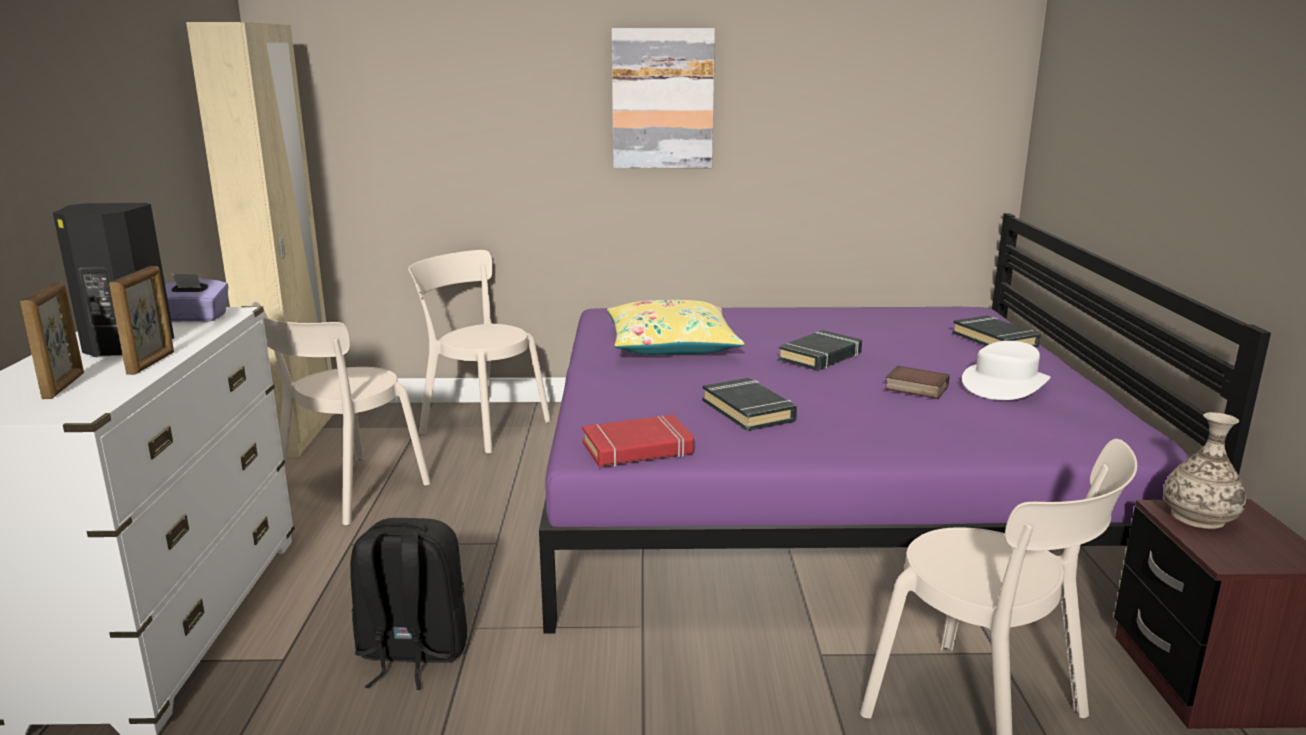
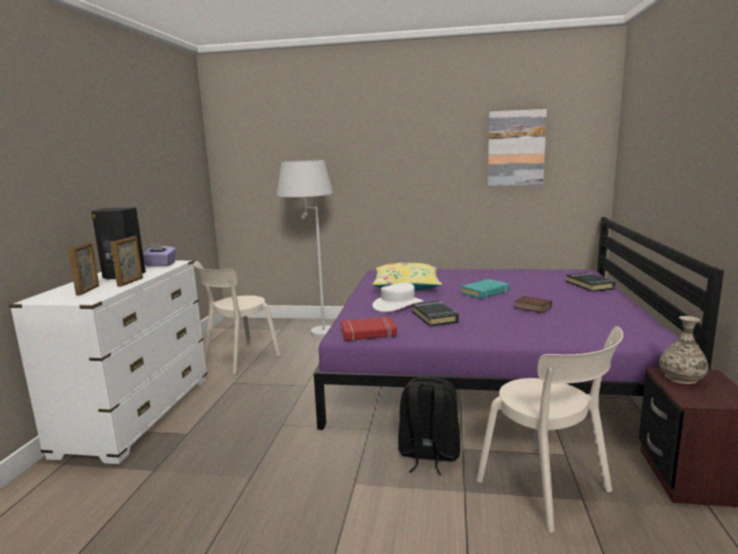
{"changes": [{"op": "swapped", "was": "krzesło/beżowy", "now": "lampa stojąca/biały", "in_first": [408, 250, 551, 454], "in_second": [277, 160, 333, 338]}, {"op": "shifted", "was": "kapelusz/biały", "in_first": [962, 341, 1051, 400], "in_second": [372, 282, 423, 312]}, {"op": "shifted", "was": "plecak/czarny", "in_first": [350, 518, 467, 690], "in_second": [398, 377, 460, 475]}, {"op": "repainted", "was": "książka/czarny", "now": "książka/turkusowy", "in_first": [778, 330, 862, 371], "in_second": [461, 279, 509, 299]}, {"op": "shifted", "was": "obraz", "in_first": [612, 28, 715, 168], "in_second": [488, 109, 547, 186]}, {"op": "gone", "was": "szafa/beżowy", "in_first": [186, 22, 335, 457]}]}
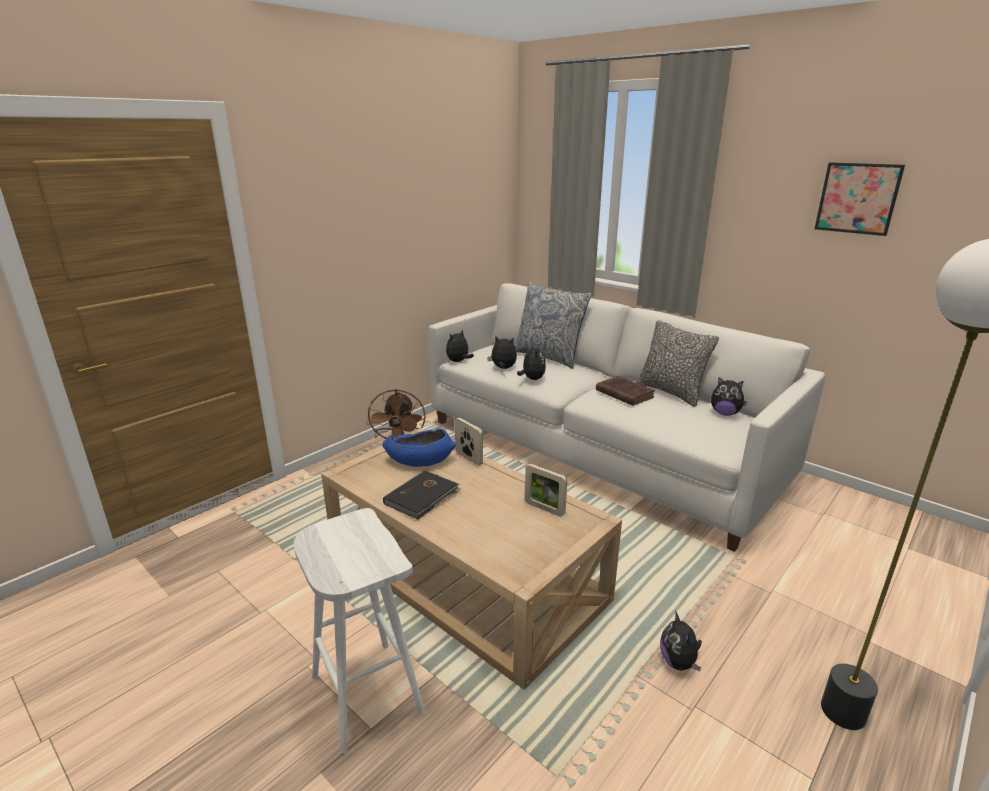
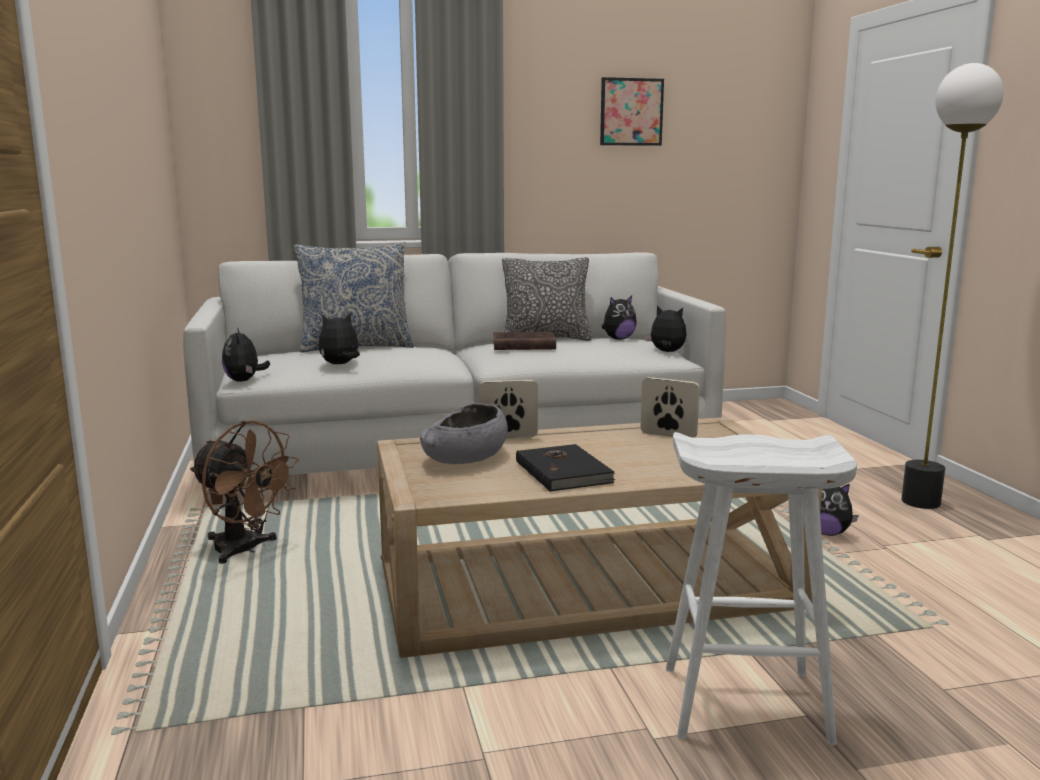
{"changes": [{"op": "repainted", "was": "miska/niebieski", "now": "miska/szary", "in_first": [382, 429, 456, 467], "in_second": [420, 403, 508, 464]}, {"op": "rotated", "was": "ramka na zdjęcie", "in_first": [525, 464, 567, 517], "in_second": [641, 377, 700, 438], "clockwise": -135}, {"op": "shifted", "was": "pluszak", "in_first": [517, 344, 546, 380], "in_second": [645, 306, 687, 352]}]}
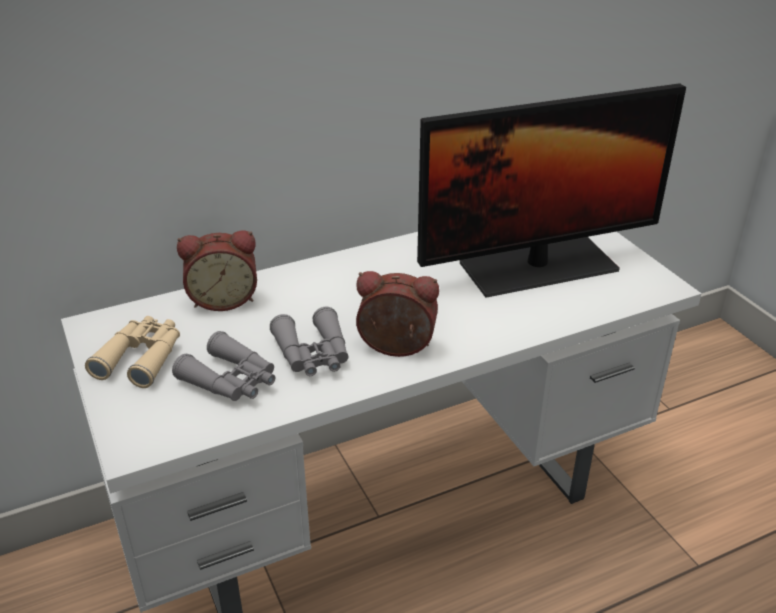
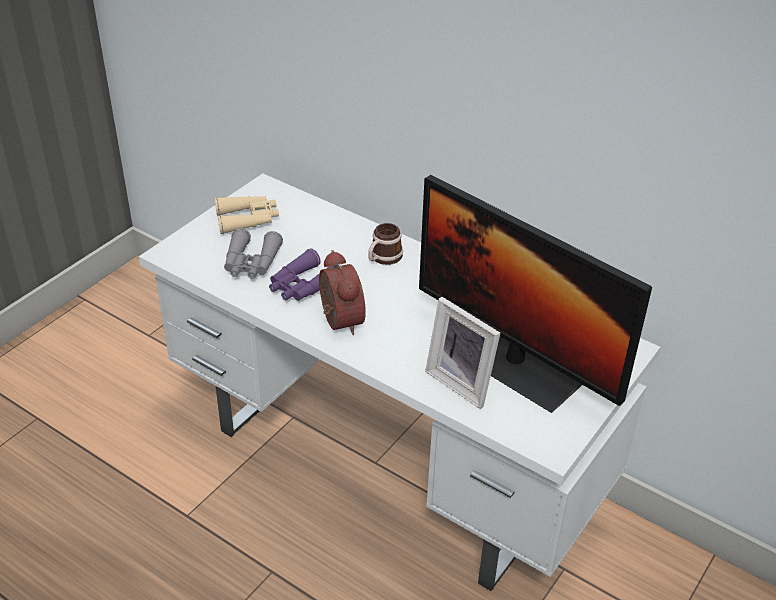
{"changes": [{"op": "repainted", "was": "lornetka/szary", "now": "lornetka/fioletowy", "in_first": [270, 307, 349, 376], "in_second": [269, 248, 339, 301]}, {"op": "new", "now": "kubek", "in_second": [368, 223, 403, 265]}, {"op": "new", "now": "ramka na zdjęcie", "in_second": [425, 297, 500, 409]}, {"op": "gone", "was": "budzik", "in_first": [177, 230, 257, 311]}]}
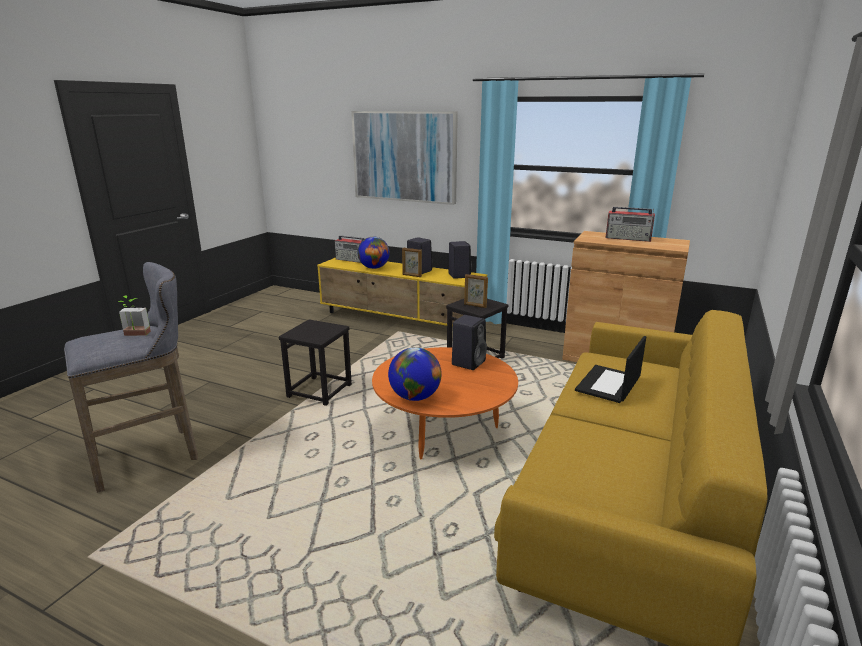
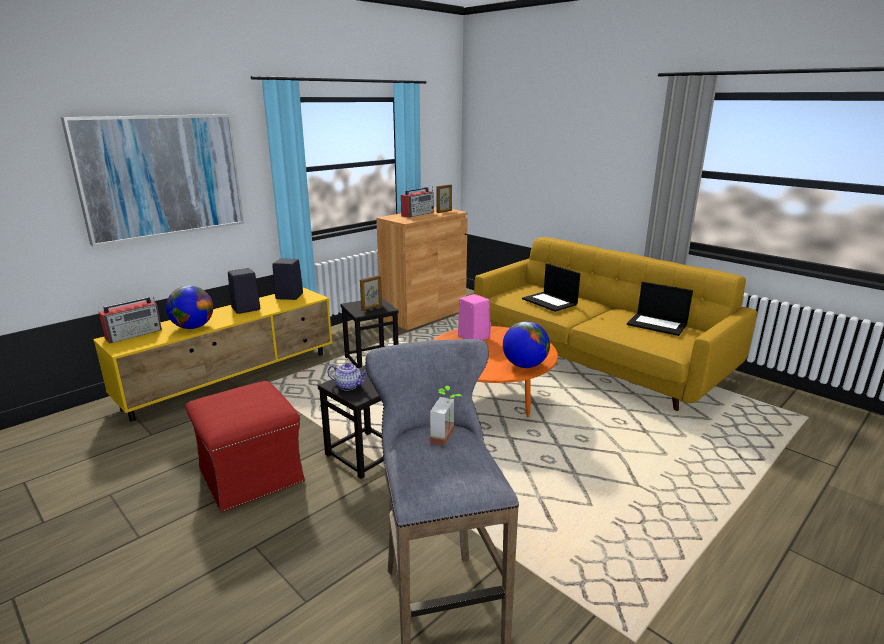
{"changes": [{"op": "new", "now": "pufa/czerwony", "in_second": [185, 381, 305, 513]}, {"op": "new", "now": "imbryk", "in_second": [327, 363, 367, 391]}, {"op": "shifted", "was": "ramka na zdjęcie", "in_first": [402, 248, 422, 277], "in_second": [436, 184, 452, 213]}, {"op": "repainted", "was": "głośnik/czarny", "now": "głośnik/różowy", "in_first": [452, 315, 487, 370], "in_second": [458, 294, 491, 340]}, {"op": "new", "now": "laptop", "in_second": [627, 282, 693, 336]}]}
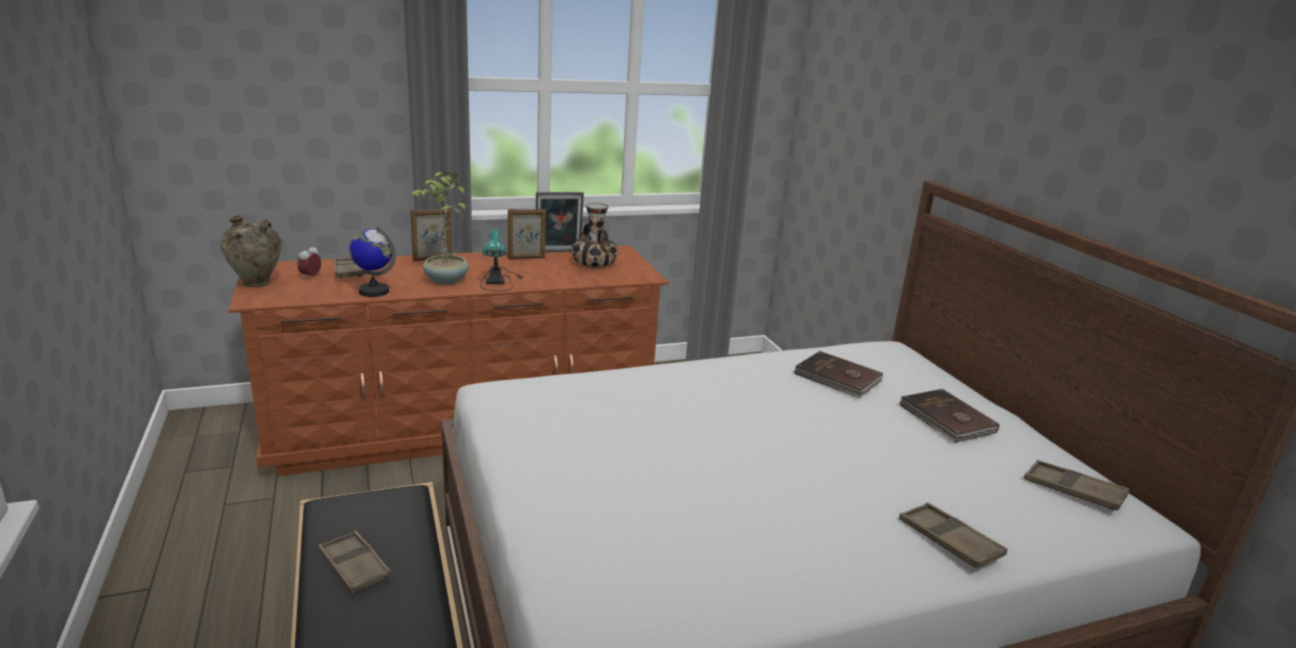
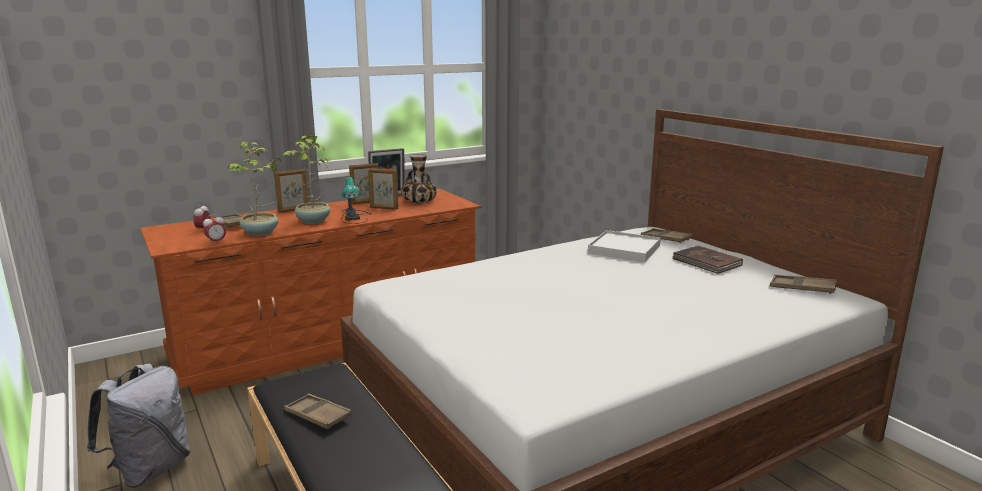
{"changes": [{"op": "new", "now": "plecak/szary", "in_second": [87, 364, 191, 488]}, {"op": "new", "now": "budzik", "in_second": [203, 214, 226, 244]}, {"op": "swapped", "was": "globus", "now": "roślina doniczkowa", "in_first": [349, 226, 396, 297], "in_second": [228, 142, 281, 236]}, {"op": "new", "now": "ramka na zdjęcie", "in_second": [368, 168, 399, 210]}, {"op": "swapped", "was": "książka/brązowy", "now": "taca/biały", "in_first": [794, 351, 883, 398], "in_second": [588, 230, 661, 262]}, {"op": "shifted", "was": "taca/brązowy", "in_first": [899, 502, 1007, 568], "in_second": [641, 228, 693, 243]}, {"op": "gone", "was": "wazon/beżowy", "in_first": [220, 215, 281, 287]}]}
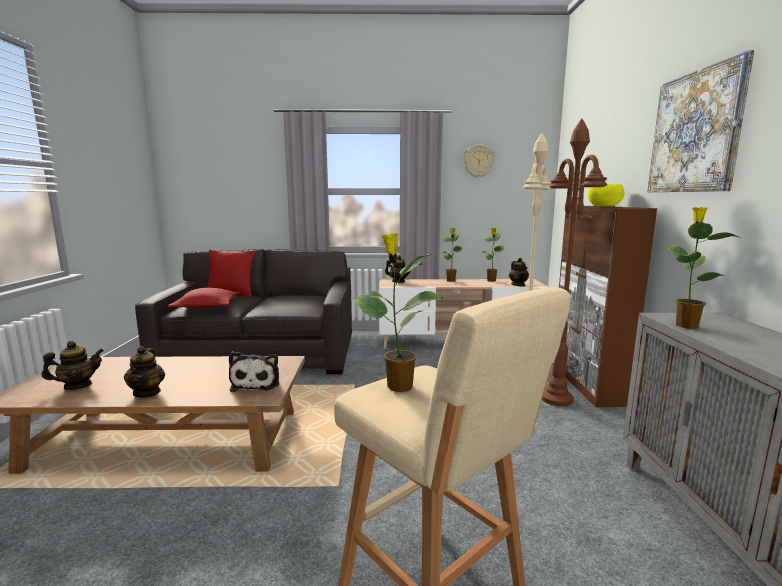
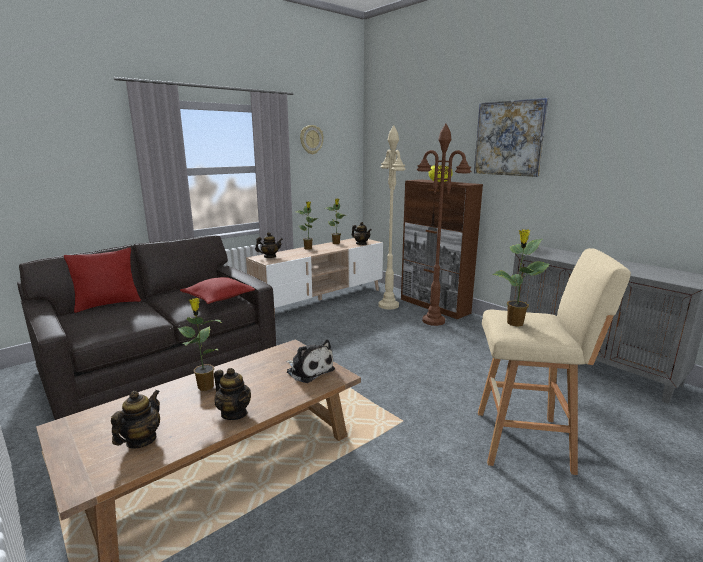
{"changes": [{"op": "shifted", "was": "roślina doniczkowa", "in_first": [665, 207, 742, 329], "in_second": [178, 298, 222, 391]}, {"op": "shifted", "was": "poduszka/czerwony", "in_first": [168, 288, 240, 309], "in_second": [180, 277, 255, 304]}]}
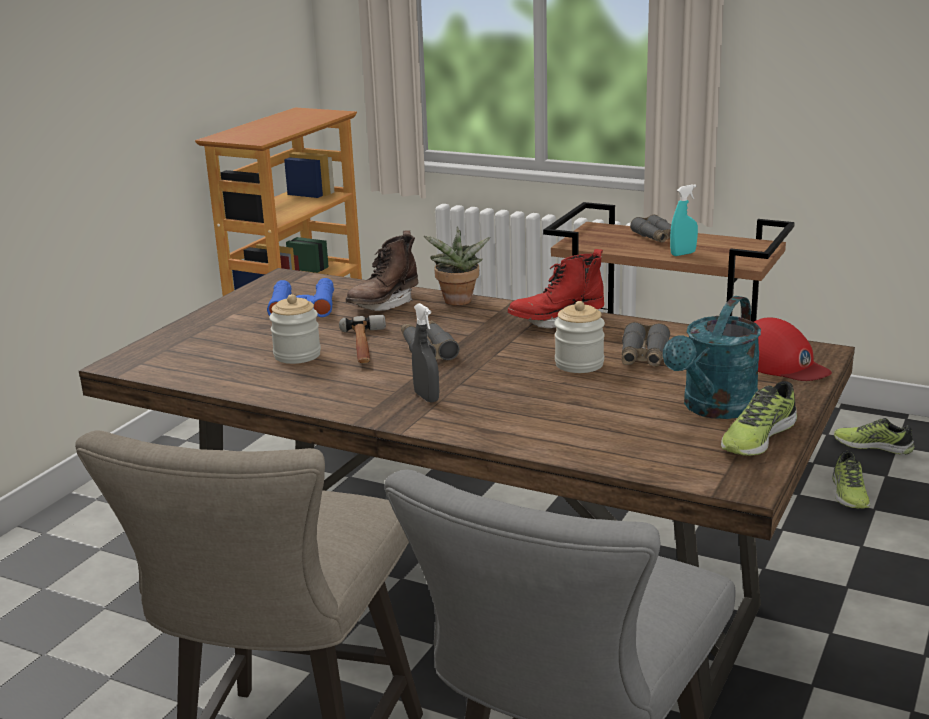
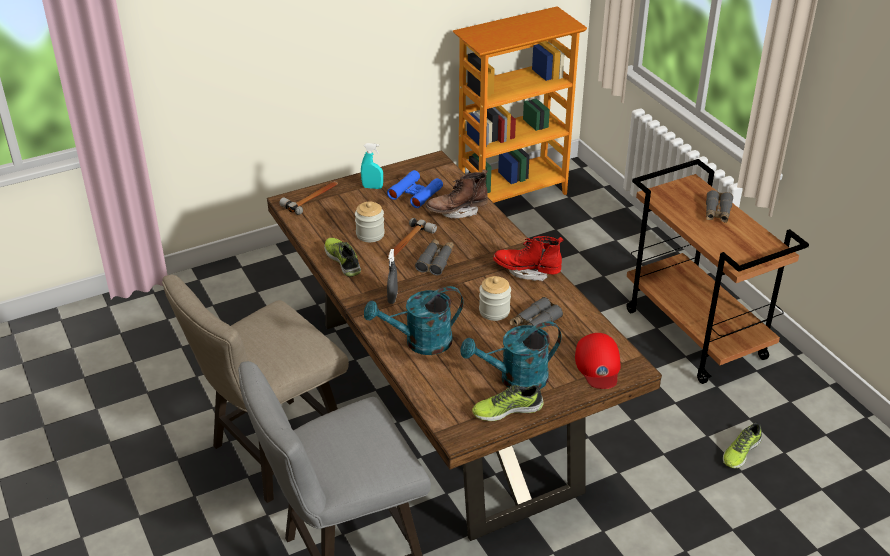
{"changes": [{"op": "new", "now": "młotek", "in_second": [279, 181, 338, 215]}, {"op": "shifted", "was": "but", "in_first": [834, 418, 914, 454], "in_second": [324, 238, 361, 277]}, {"op": "shifted", "was": "spryskiwacz/turkusowy", "in_first": [670, 184, 698, 256], "in_second": [361, 143, 383, 189]}, {"op": "new", "now": "konewka/turkusowy", "in_second": [364, 286, 463, 355]}, {"op": "gone", "was": "roślina doniczkowa", "in_first": [424, 226, 490, 306]}]}
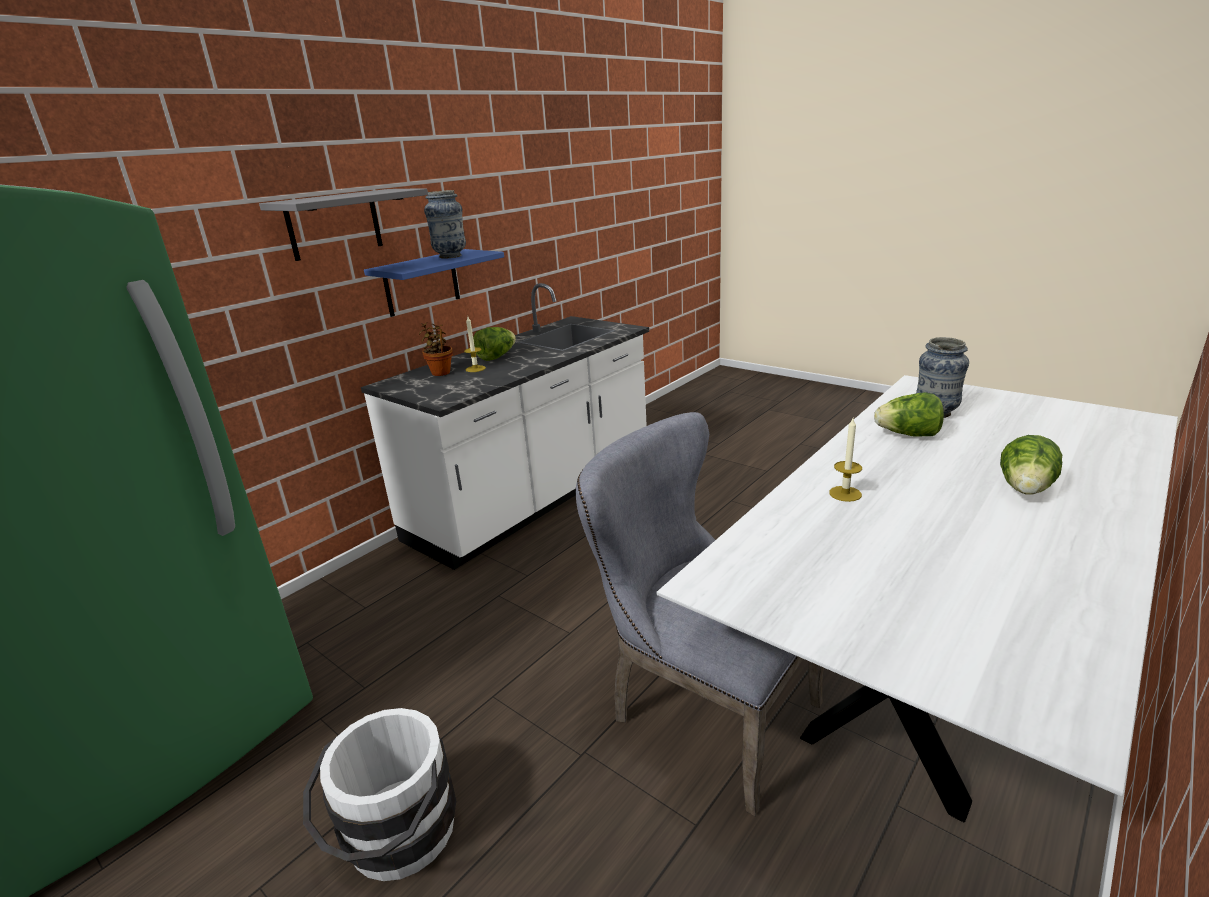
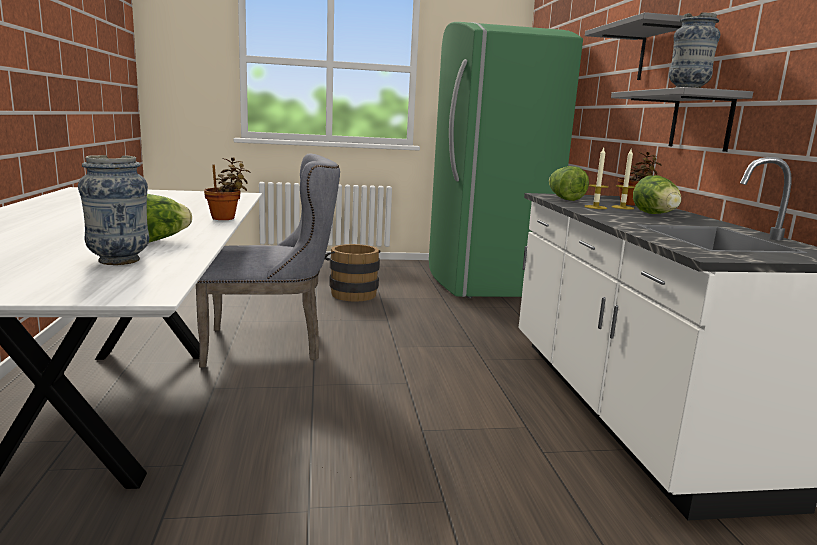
{"changes": [{"op": "new", "now": "roślina doniczkowa", "in_second": [204, 157, 250, 220]}, {"op": "repainted", "was": "wiadro/biały", "now": "wiadro/brązowy", "in_first": [303, 708, 456, 881], "in_second": [325, 244, 381, 302]}, {"op": "shifted", "was": "sałata", "in_first": [1000, 435, 1062, 495], "in_second": [549, 166, 589, 201]}, {"op": "shifted", "was": "świeca", "in_first": [829, 419, 862, 502], "in_second": [584, 148, 608, 209]}, {"op": "repainted", "was": "półka/niebieski", "now": "półka/szary", "in_first": [364, 249, 504, 317], "in_second": [611, 87, 753, 152]}]}
